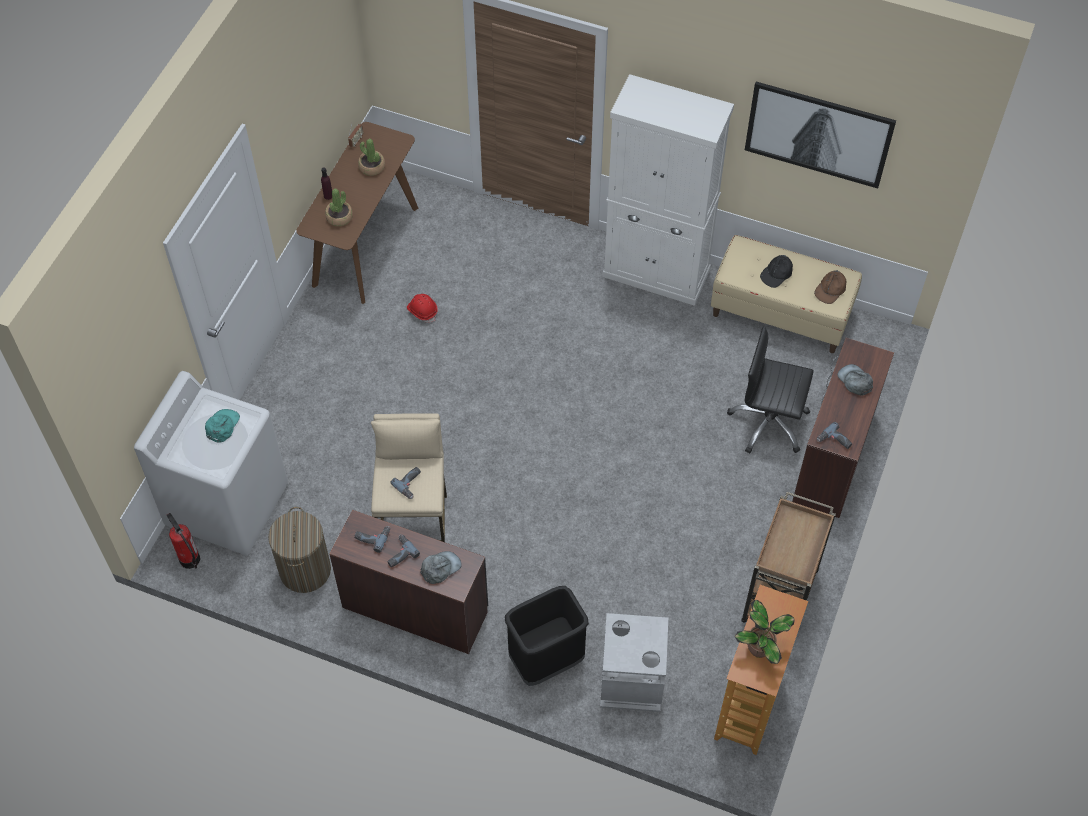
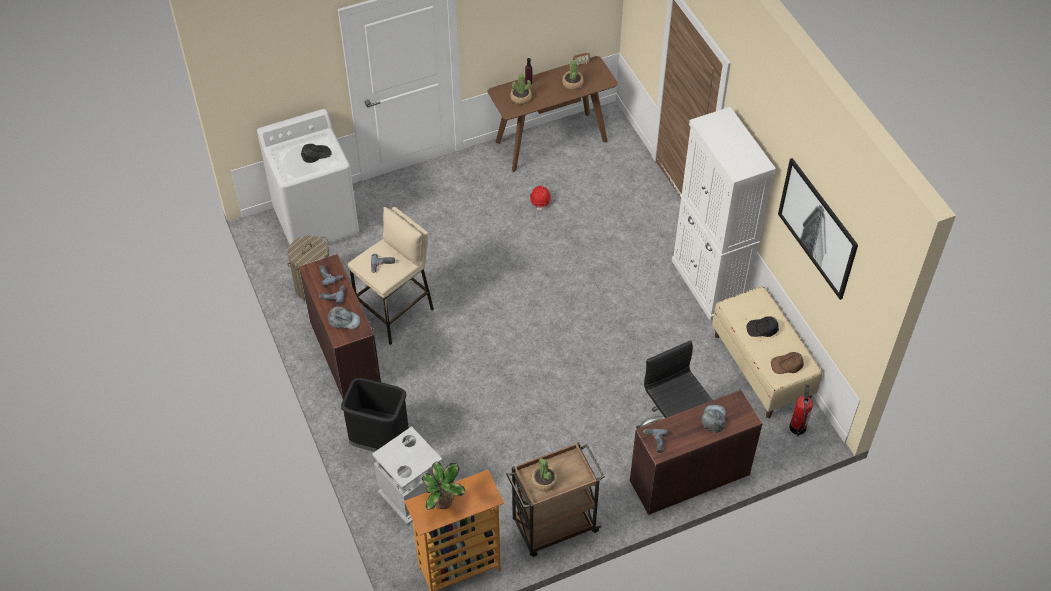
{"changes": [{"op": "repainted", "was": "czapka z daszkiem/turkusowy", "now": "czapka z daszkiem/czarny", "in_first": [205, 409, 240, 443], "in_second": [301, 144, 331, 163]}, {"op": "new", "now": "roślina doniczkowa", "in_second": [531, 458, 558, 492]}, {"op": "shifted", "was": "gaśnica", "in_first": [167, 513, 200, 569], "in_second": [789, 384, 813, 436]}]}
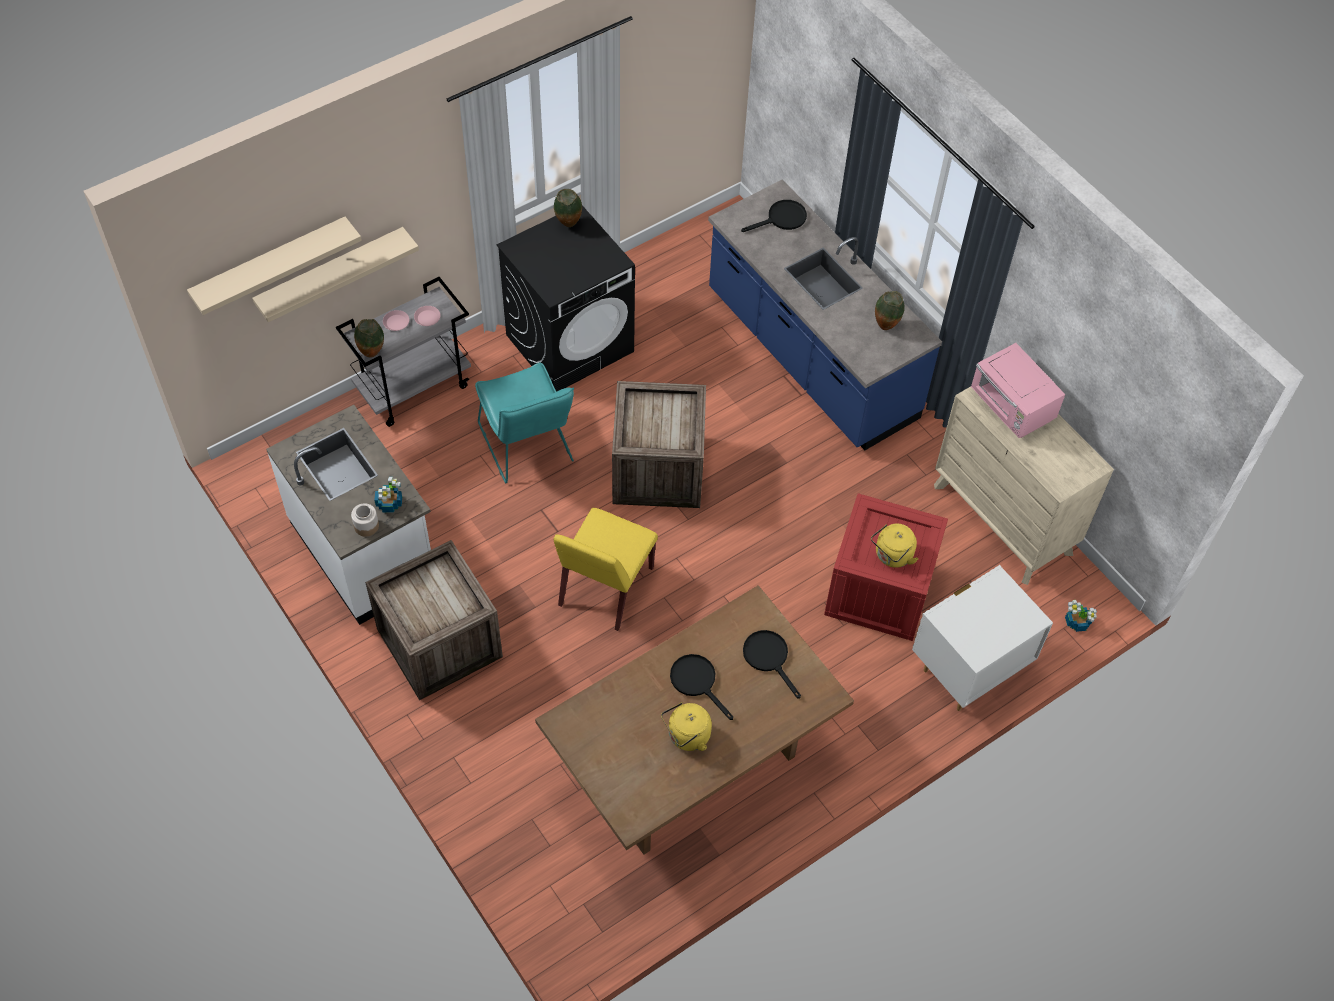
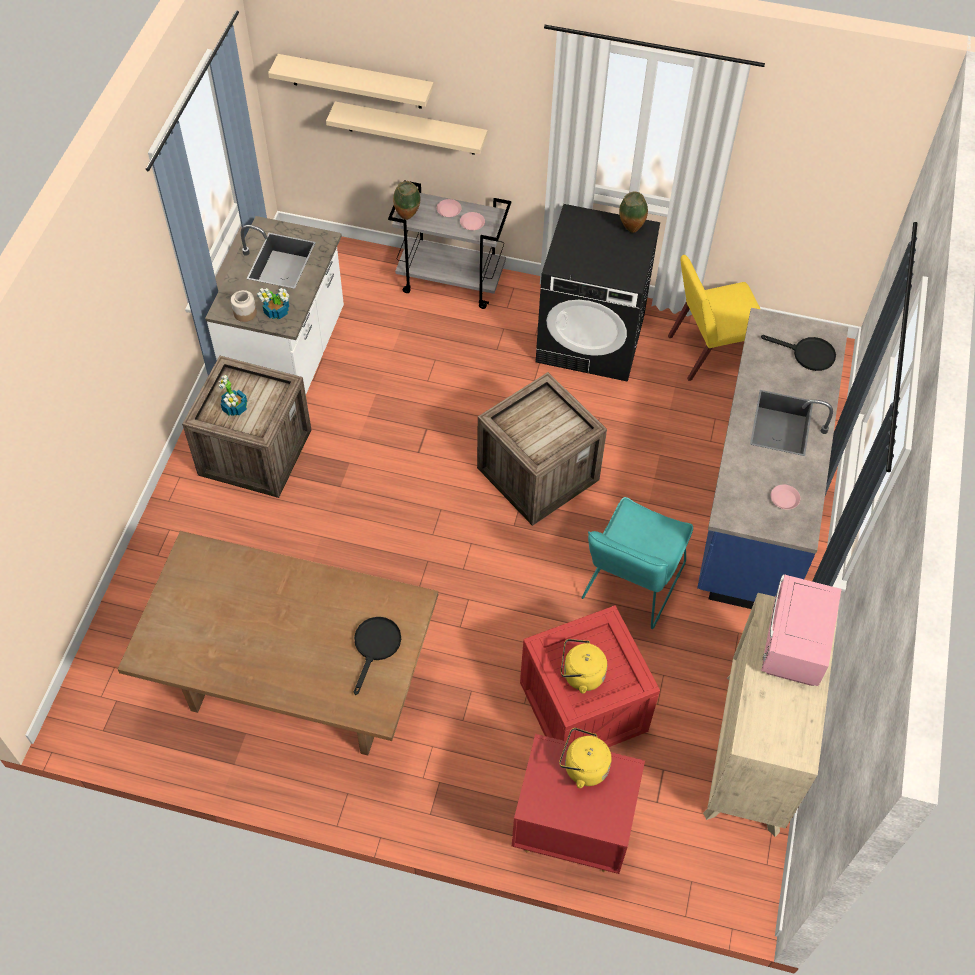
{"changes": [{"op": "shifted", "was": "roślina doniczkowa", "in_first": [1065, 600, 1097, 632], "in_second": [218, 375, 247, 416]}, {"op": "repainted", "was": "szafka nocna/biały", "now": "szafka nocna/czerwony", "in_first": [912, 565, 1053, 711], "in_second": [512, 734, 645, 874]}, {"op": "shifted", "was": "czajnik/żółty", "in_first": [661, 702, 712, 751], "in_second": [559, 728, 611, 788]}, {"op": "shifted", "was": "krzesło/turkusowy", "in_first": [475, 362, 574, 483], "in_second": [582, 497, 693, 629]}, {"op": "shifted", "was": "krzesło/żółty", "in_first": [554, 508, 658, 631], "in_second": [668, 255, 760, 381]}, {"op": "swapped", "was": "wazon", "now": "talerz/różowy", "in_first": [875, 291, 905, 330], "in_second": [771, 484, 800, 510]}, {"op": "gone", "was": "patelnia/czarny", "in_first": [670, 654, 733, 720]}]}
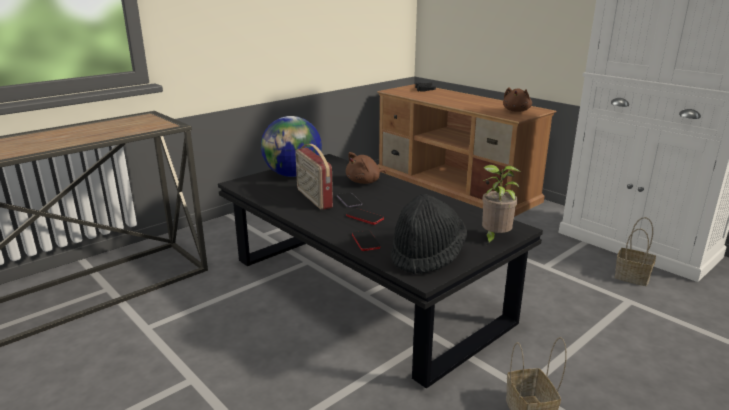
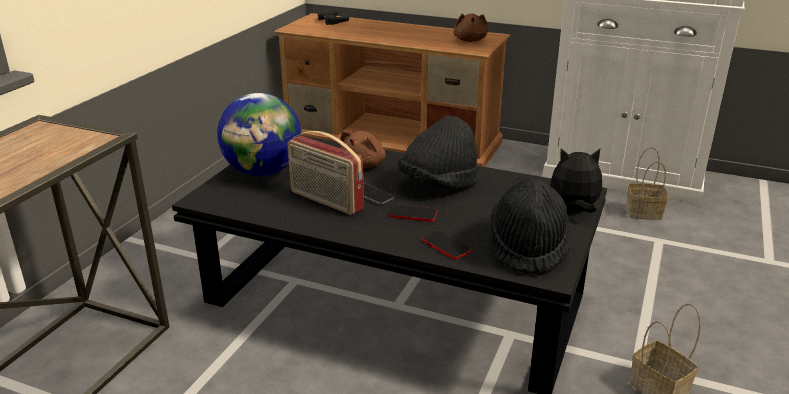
{"changes": [{"op": "new", "now": "kapelusz/czarny", "in_second": [398, 116, 479, 189]}, {"op": "swapped", "was": "roślina doniczkowa", "now": "pluszak", "in_first": [482, 165, 521, 246], "in_second": [550, 148, 602, 213]}]}
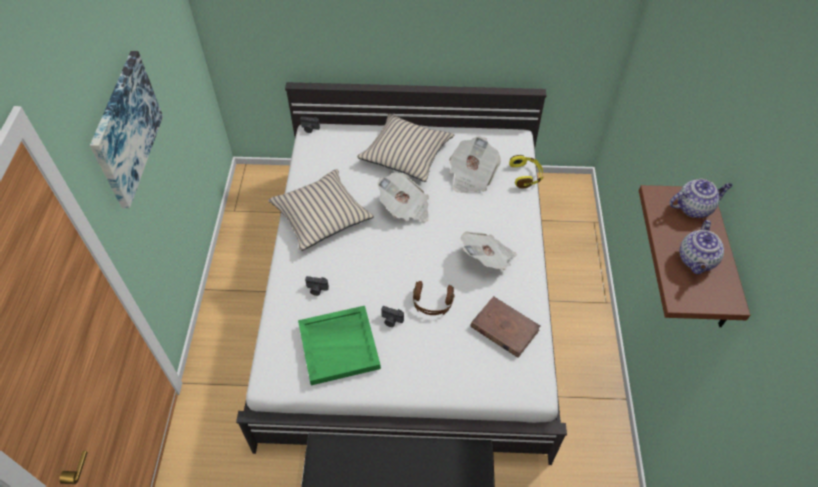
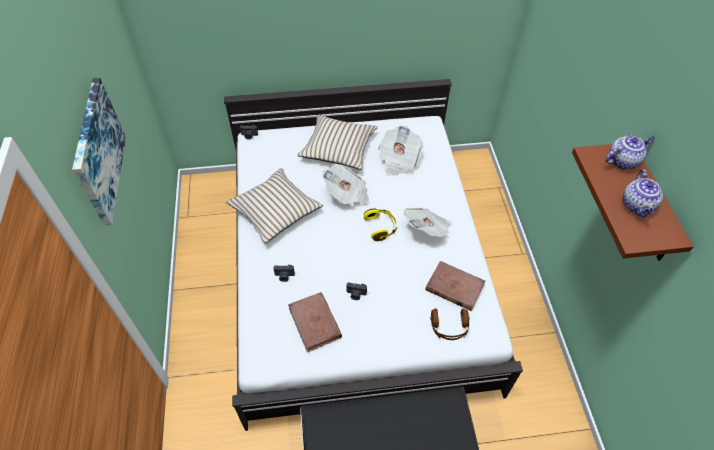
{"changes": [{"op": "swapped", "was": "taca/zielony", "now": "książka/brązowy", "in_first": [298, 306, 381, 385], "in_second": [288, 292, 342, 352]}, {"op": "shifted", "was": "słuchawki/żółty", "in_first": [509, 155, 544, 188], "in_second": [364, 208, 397, 241]}, {"op": "shifted", "was": "słuchawki/brązowy", "in_first": [413, 281, 455, 315], "in_second": [430, 308, 469, 340]}]}
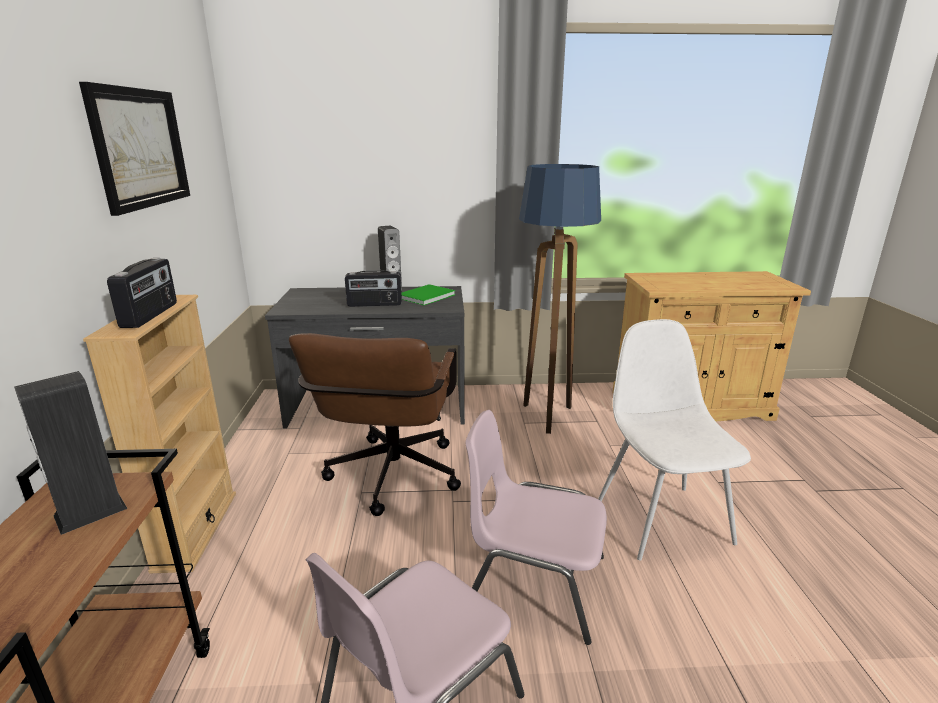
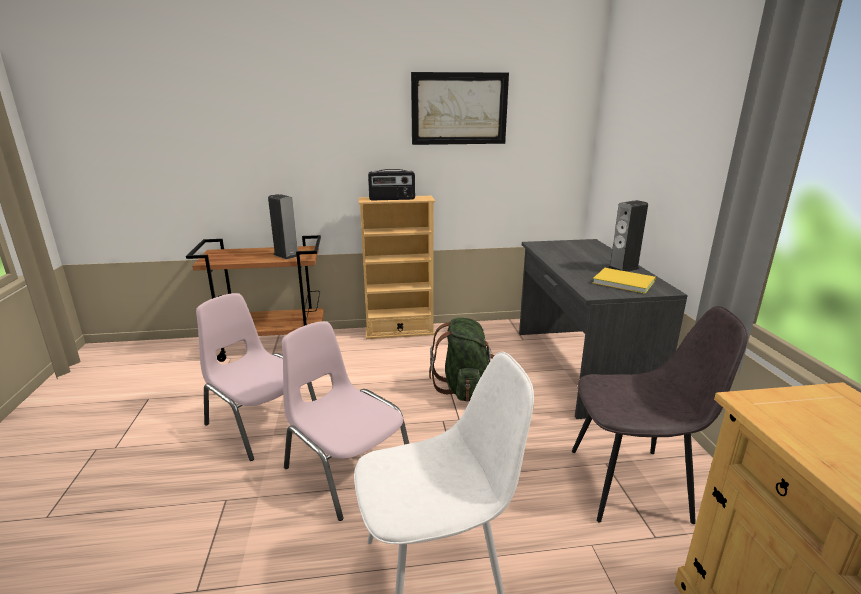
{"changes": [{"op": "rotated", "was": "krzesło/różowy", "in_first": [466, 410, 607, 645], "in_second": [282, 321, 409, 521], "clockwise": -60}, {"op": "swapped", "was": "krzesło biurowe/brązowy", "now": "plecak/zielony", "in_first": [289, 333, 461, 516], "in_second": [429, 317, 495, 402]}, {"op": "swapped", "was": "lampa stojąca", "now": "krzesło/szary", "in_first": [519, 164, 601, 434], "in_second": [572, 306, 748, 524]}, {"op": "repainted", "was": "książka/zielony", "now": "książka/żółty", "in_first": [402, 284, 455, 306], "in_second": [593, 268, 656, 294]}, {"op": "gone", "was": "radio", "in_first": [345, 270, 402, 307]}]}
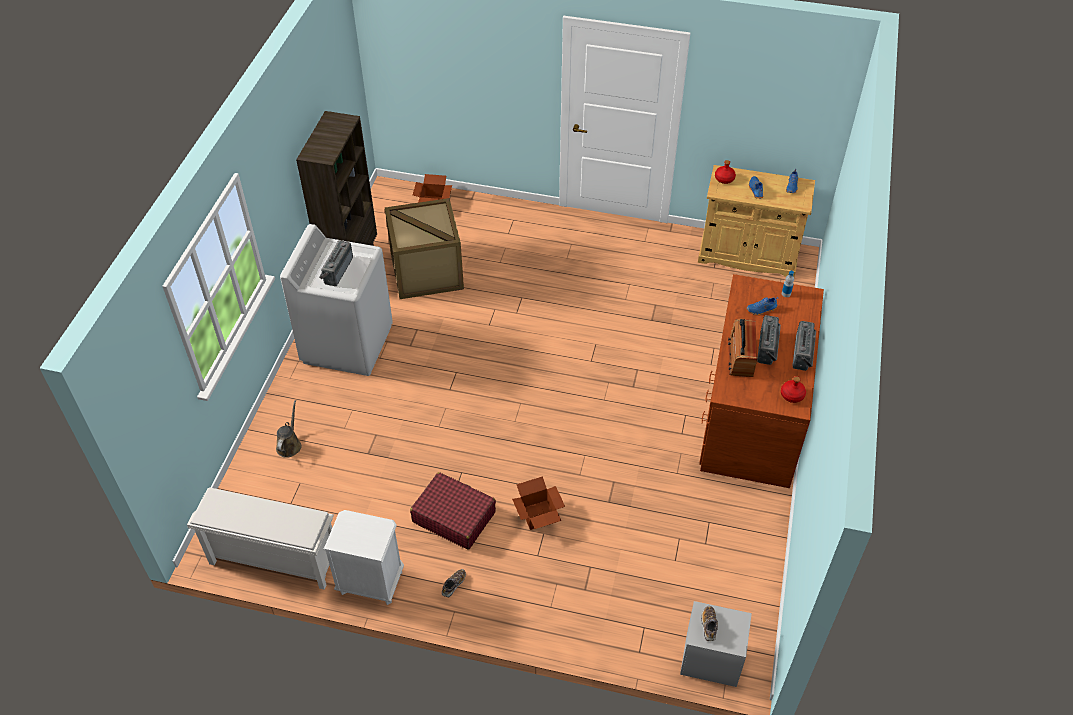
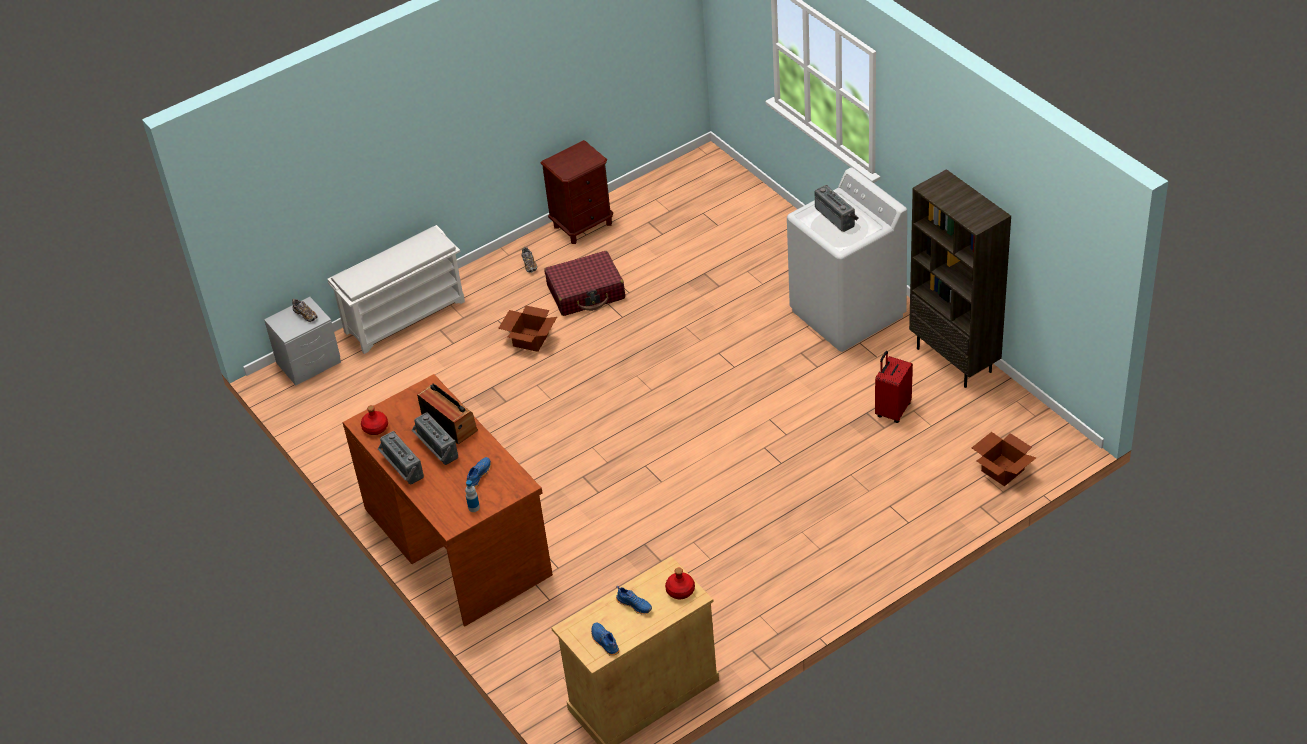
{"changes": [{"op": "shifted", "was": "regał na buty/biały", "in_first": [187, 487, 334, 590], "in_second": [328, 225, 465, 354]}, {"op": "repainted", "was": "szafka nocna/biały", "now": "szafka nocna/brązowy", "in_first": [323, 510, 404, 605], "in_second": [541, 140, 613, 244]}, {"op": "swapped", "was": "skrzynka", "now": "walizka/czerwony", "in_first": [385, 198, 464, 299], "in_second": [875, 351, 913, 423]}, {"op": "gone", "was": "konewka/brązowy", "in_first": [276, 400, 301, 458]}]}
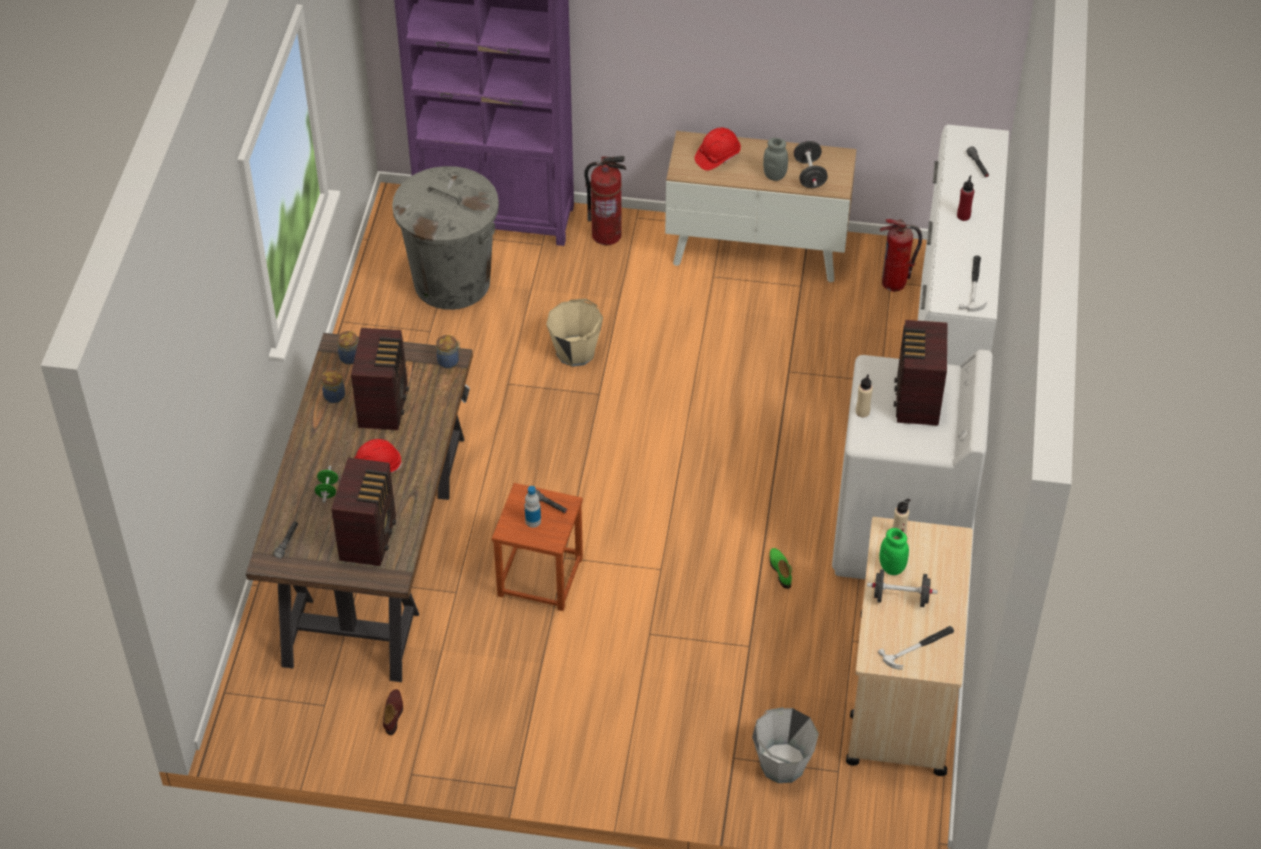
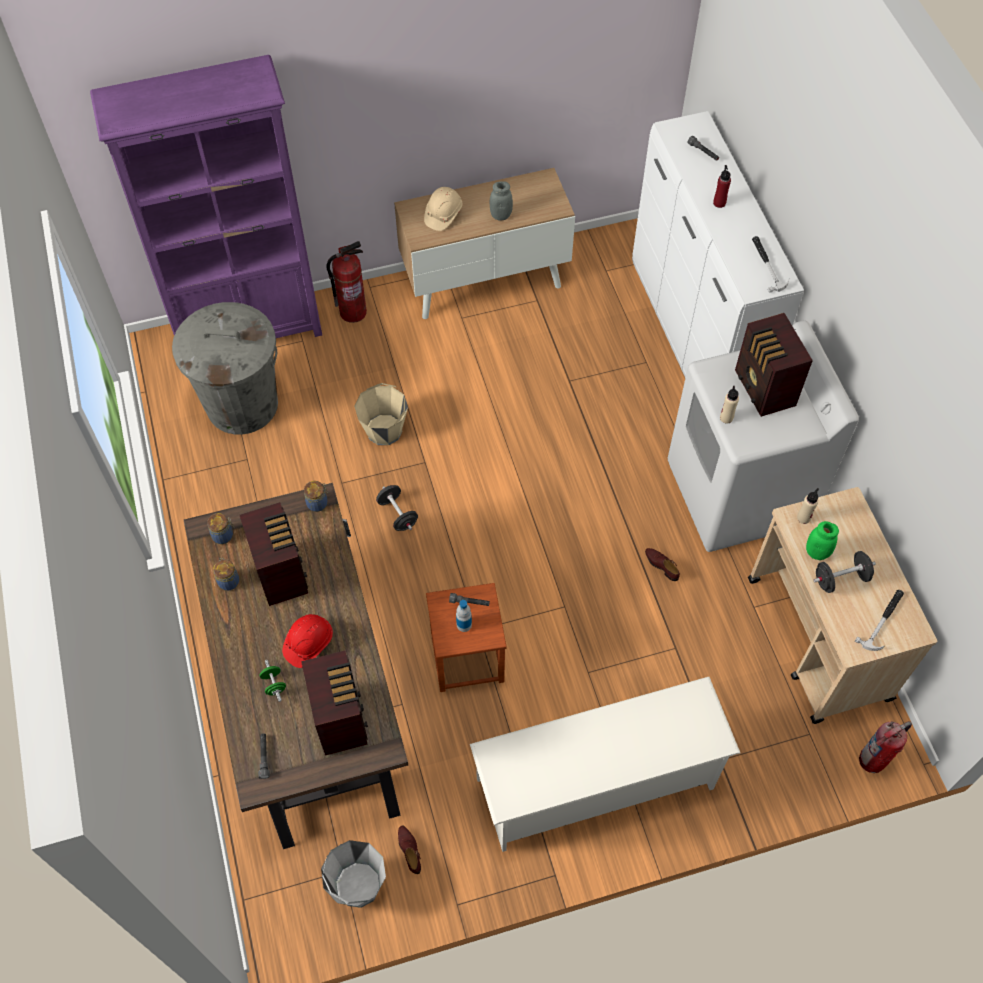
{"changes": [{"op": "shifted", "was": "wiadro/szary", "in_first": [752, 707, 819, 783], "in_second": [321, 840, 386, 908]}, {"op": "shifted", "was": "hantel/czarny", "in_first": [794, 141, 828, 188], "in_second": [376, 485, 418, 531]}, {"op": "repainted", "was": "kask/czerwony", "now": "kask/beżowy", "in_first": [695, 128, 741, 171], "in_second": [424, 187, 462, 231]}, {"op": "new", "now": "regał na buty/biały", "in_second": [470, 677, 740, 852]}, {"op": "repainted", "was": "but/zielony", "now": "but/brązowy", "in_first": [770, 548, 792, 589], "in_second": [645, 548, 680, 581]}, {"op": "shifted", "was": "gaśnica", "in_first": [880, 219, 922, 292], "in_second": [859, 721, 912, 773]}]}
